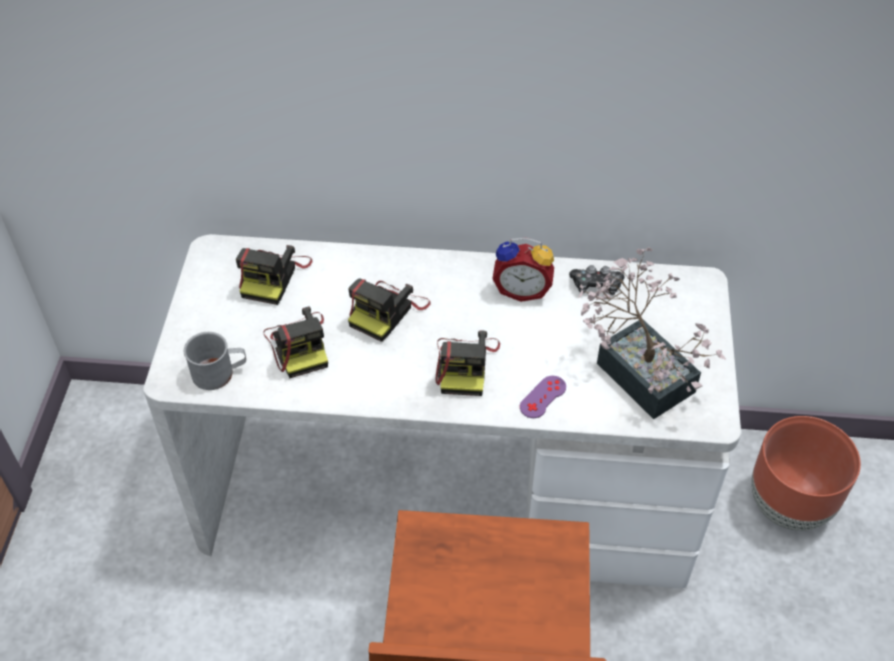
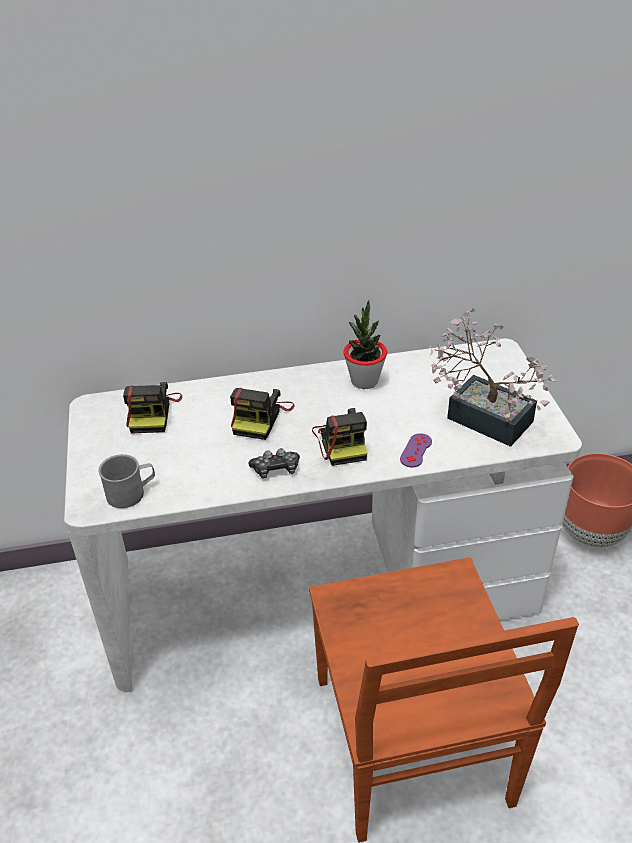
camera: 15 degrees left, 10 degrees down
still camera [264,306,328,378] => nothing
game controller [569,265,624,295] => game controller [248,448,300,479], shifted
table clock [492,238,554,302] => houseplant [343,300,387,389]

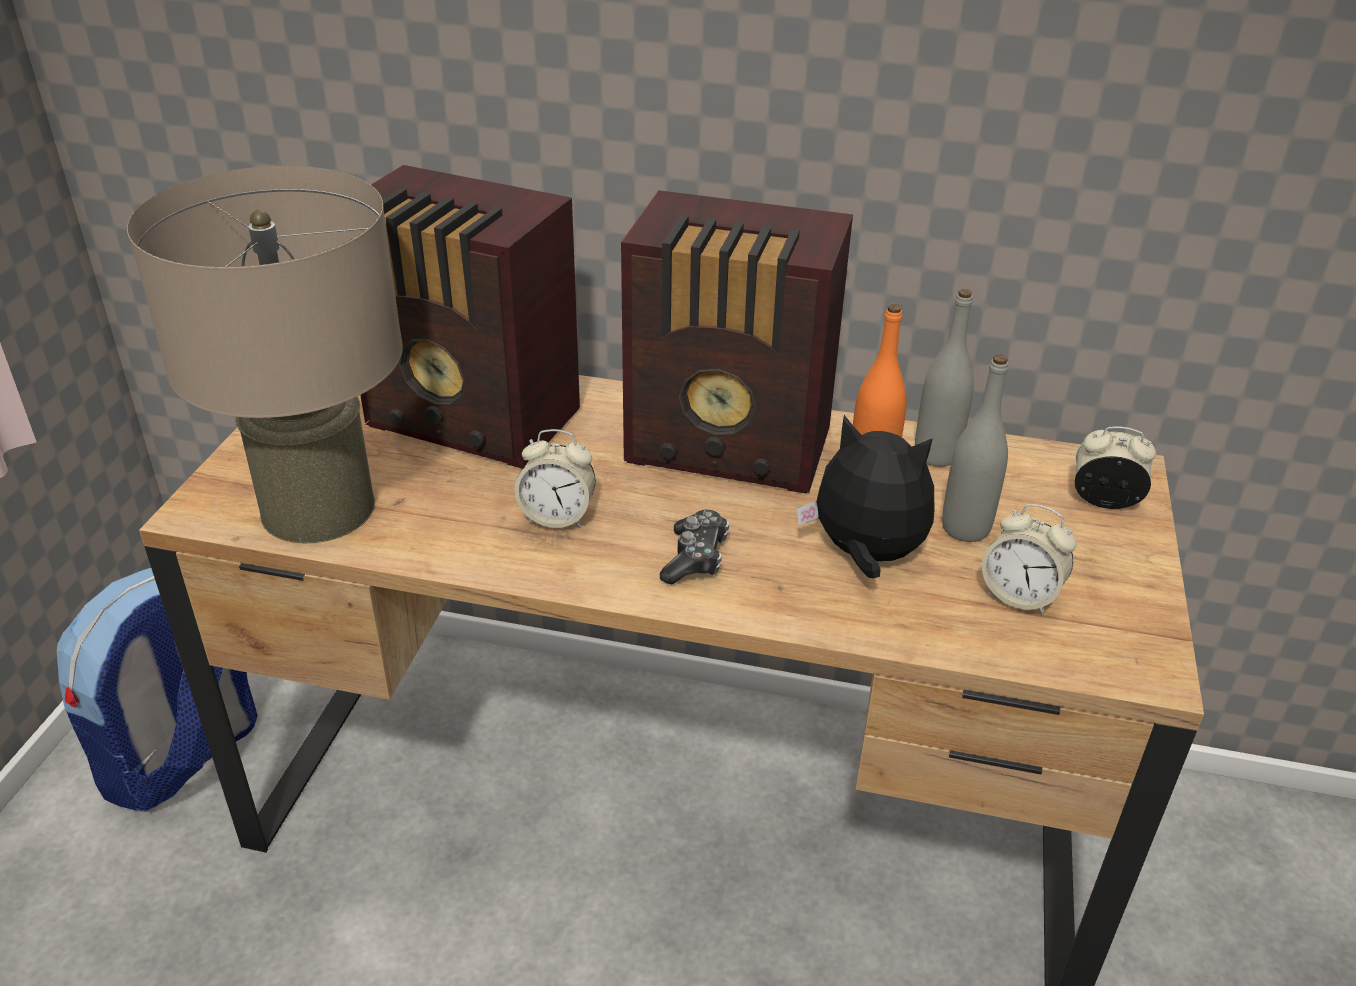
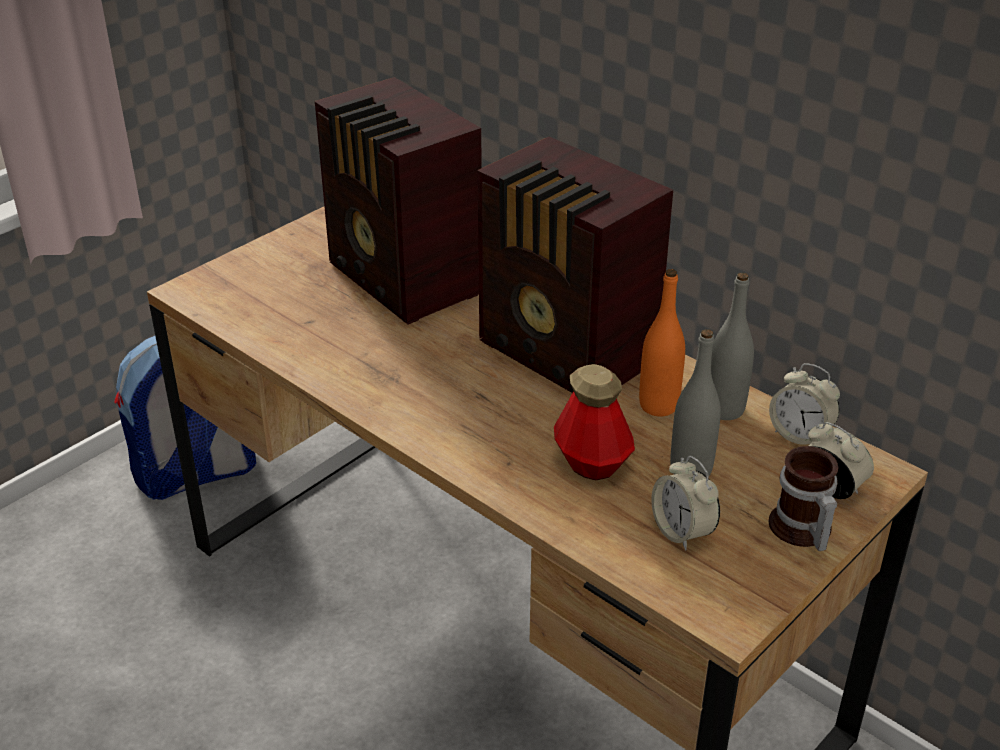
camera: 30 degrees right, 0 degrees up
table lamp in sand-coloured [127,166,403,543] => nothing
game controller [660,510,729,585] => nothing
nothing => coffee mug [768,446,839,551]
table clock [514,429,596,528] => table clock [769,363,840,445], shifted
plush toy [797,415,934,578] => beverage bottle [554,364,635,480]

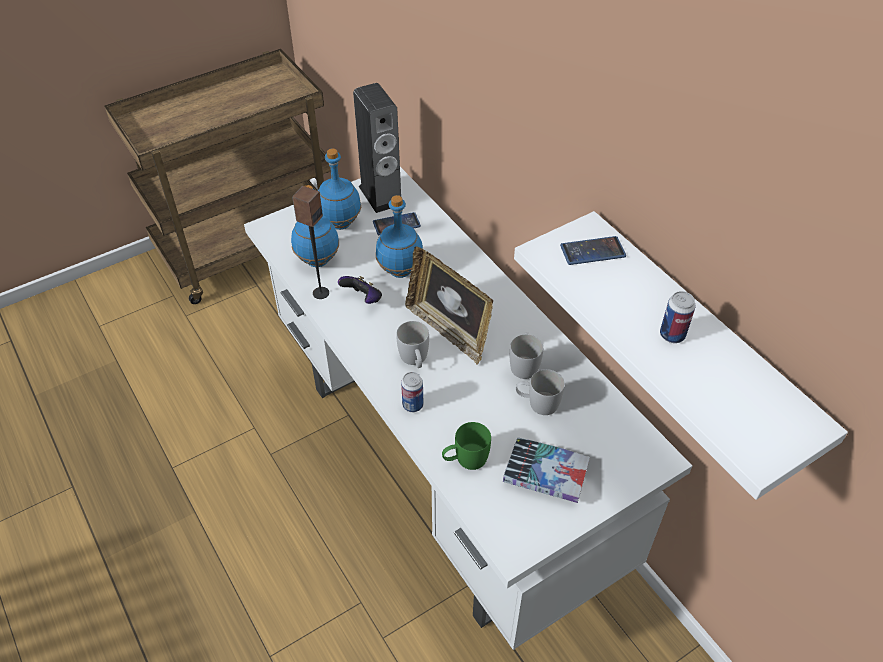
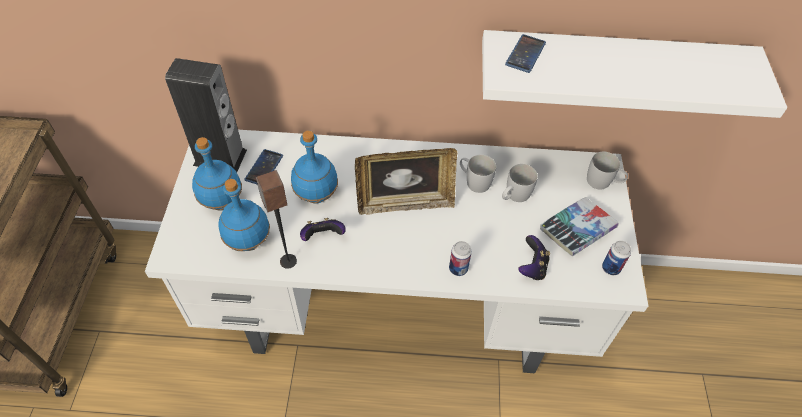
camera: 55 degrees left, 5 degrees up
coffee mug in white-coloured [396,321,429,368] => coffee mug in white-coloured [587,151,628,189], shifted
metal can [660,291,695,343] => metal can [602,241,631,276], shifted
coffee mug in green-coloured [442,422,491,470] => game controller [518,235,550,280]

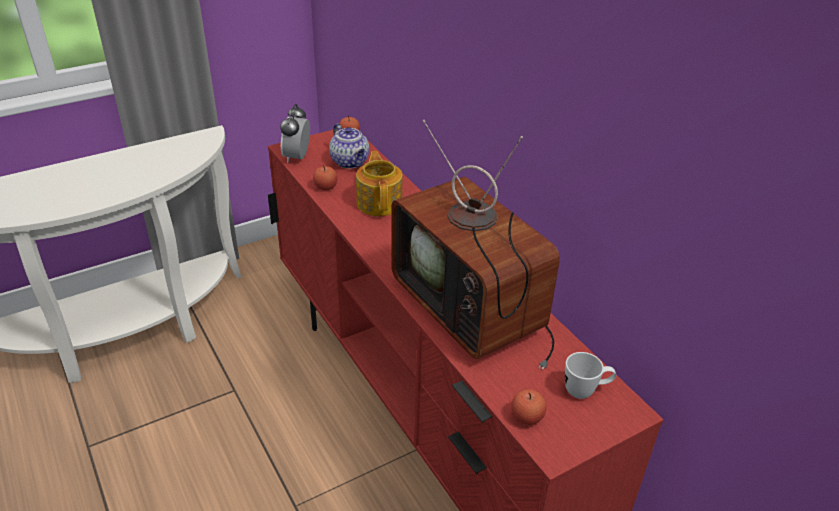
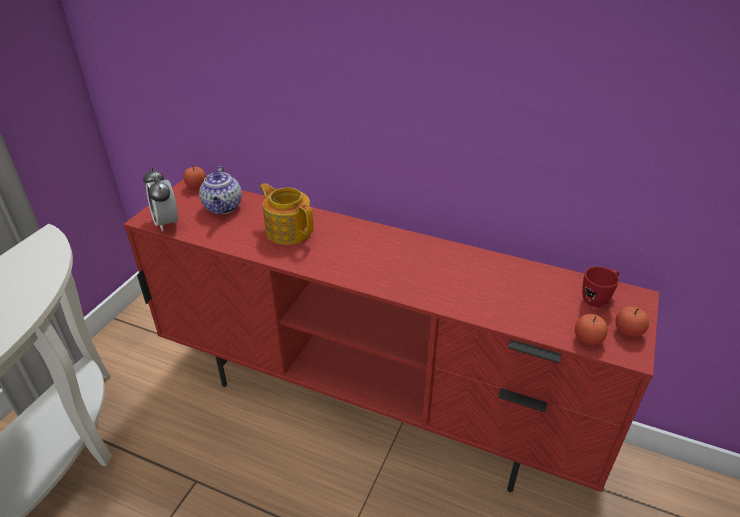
camera: 35 degrees left, 0 degrees up
television [391,120,560,370] => nothing
apple fruit [313,165,338,190] => apple fruit [615,306,649,338], shifted
coffee mug in white-coloured [565,352,616,399] => coffee mug in reddish [582,266,619,307]
tea pot [329,123,369,169] => tea pot [199,166,242,214], 60 degrees clockwise

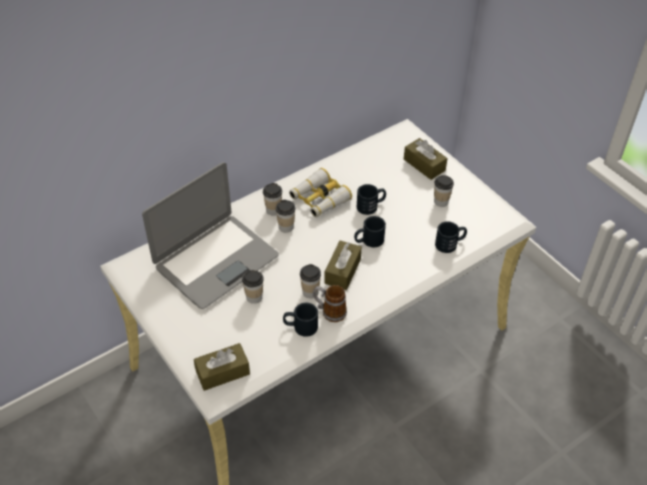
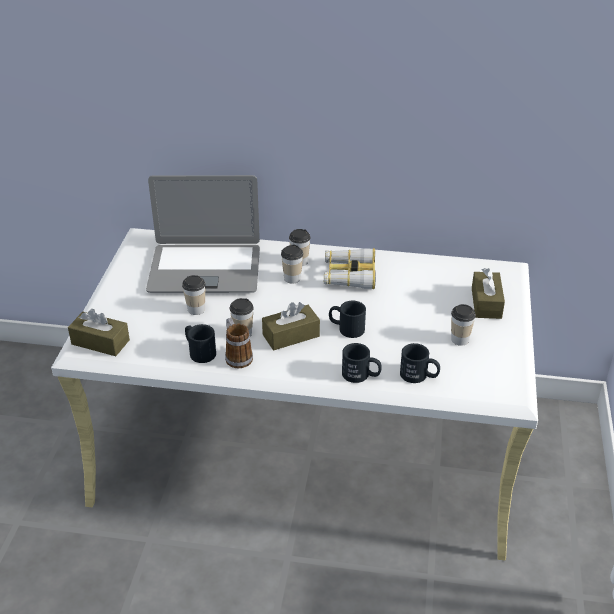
camera: 45 degrees right, 10 degrees down
coffee mug in blackish [357,184,386,215] => coffee mug in blackish [342,343,382,383], shifted

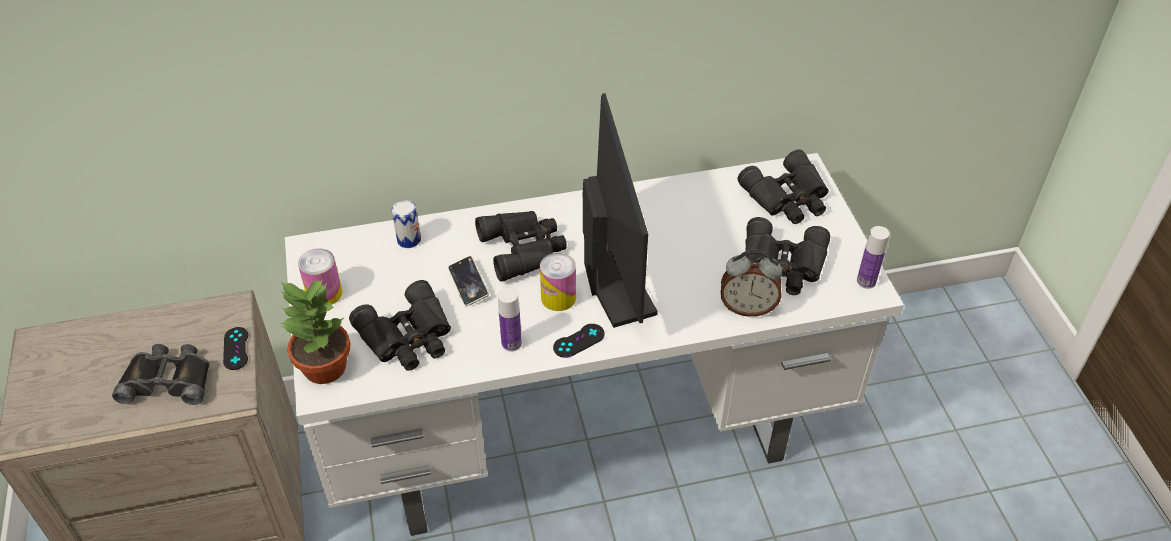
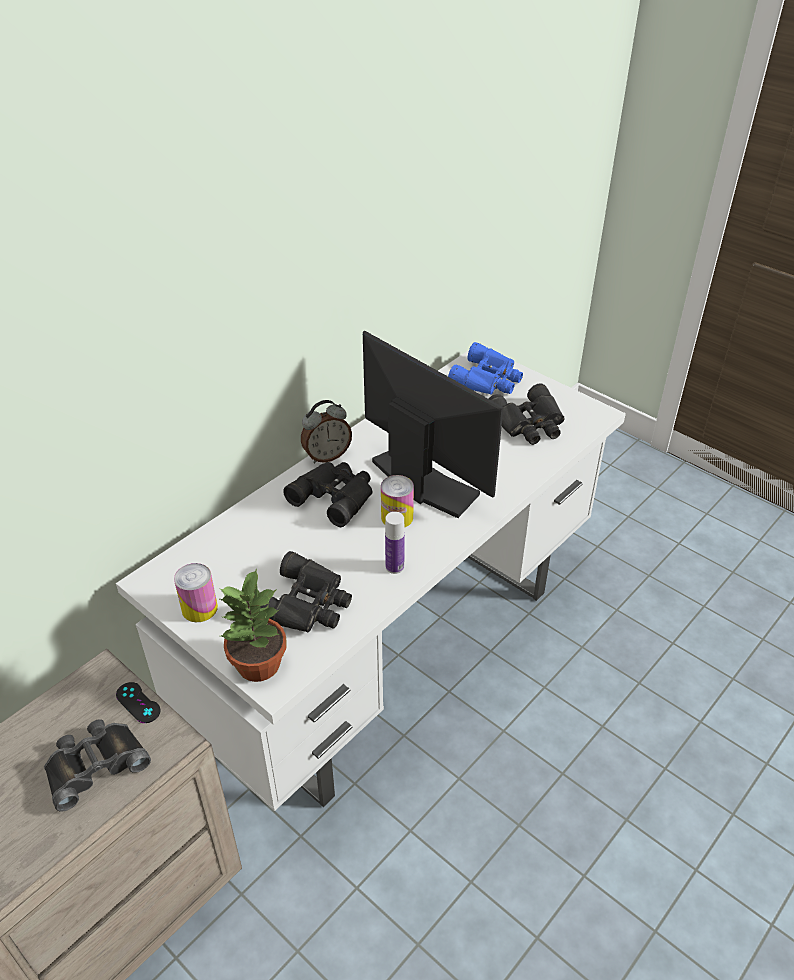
camera: 35 degrees left, 5 degrees down
metal can [392,200,421,248] => nothing
handset [448,256,489,307] => nothing
game controller in blackish [553,324,605,358] => nothing
beverage bottle [857,226,890,289] => nothing
table clock [721,250,782,317] => table clock [301,400,352,463], shifted
pair of binoculars in blackish [738,150,829,224] => pair of binoculars in bluish [448,342,523,394]

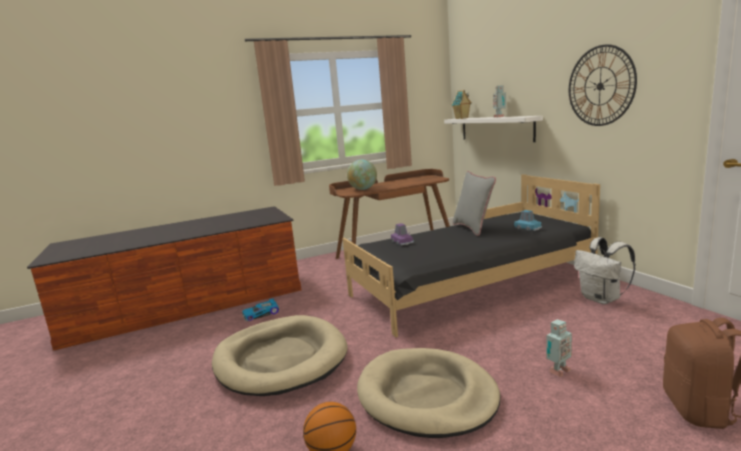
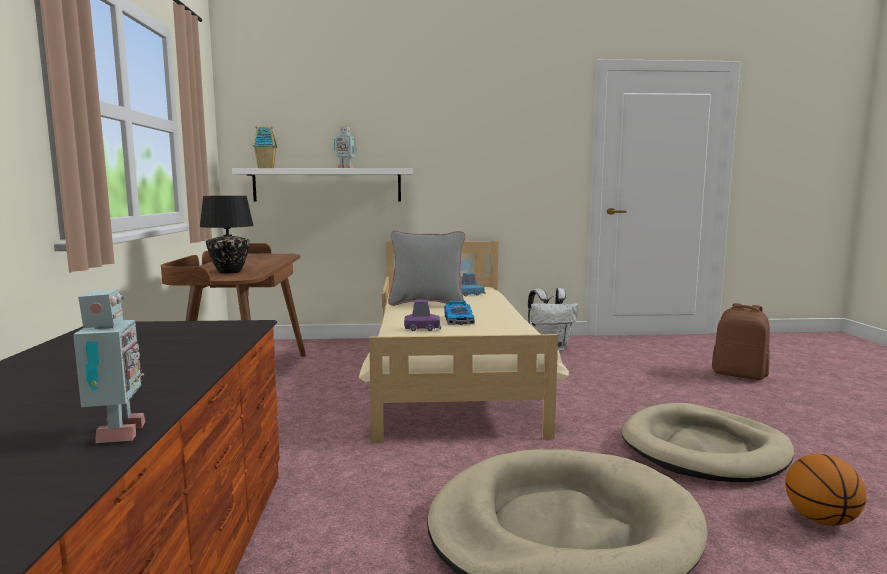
camera: 70 degrees left, 5 degrees down
wall clock [569,44,637,126] => nothing
miniature car [242,299,279,321] => miniature car [445,300,475,325], shifted
model robot [546,319,572,377] => model robot [73,289,145,443], shifted
globe [347,160,377,190] => table lamp in blackish [199,196,254,274]
sleeping bed in blackish [343,174,600,337] => sleeping bed in sand-coloured [359,241,569,443]

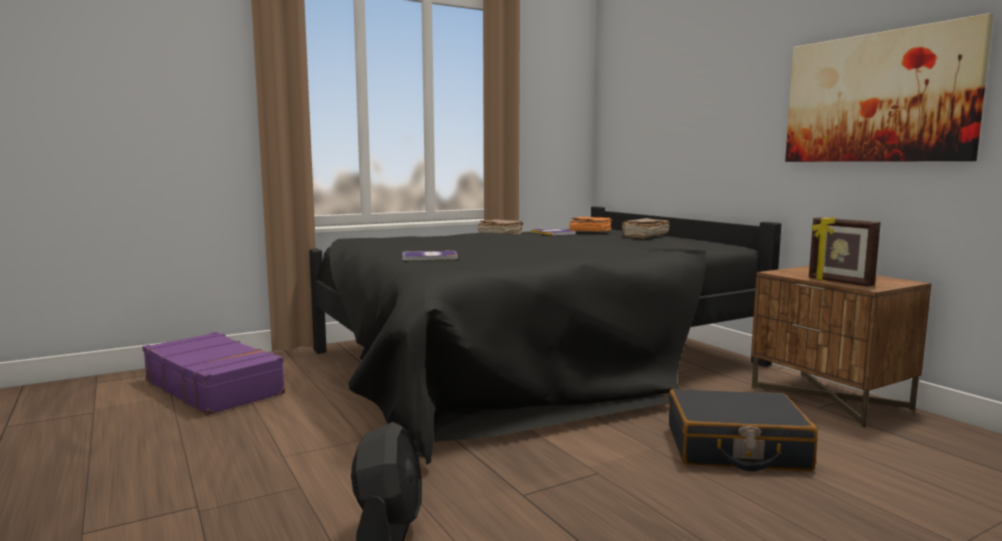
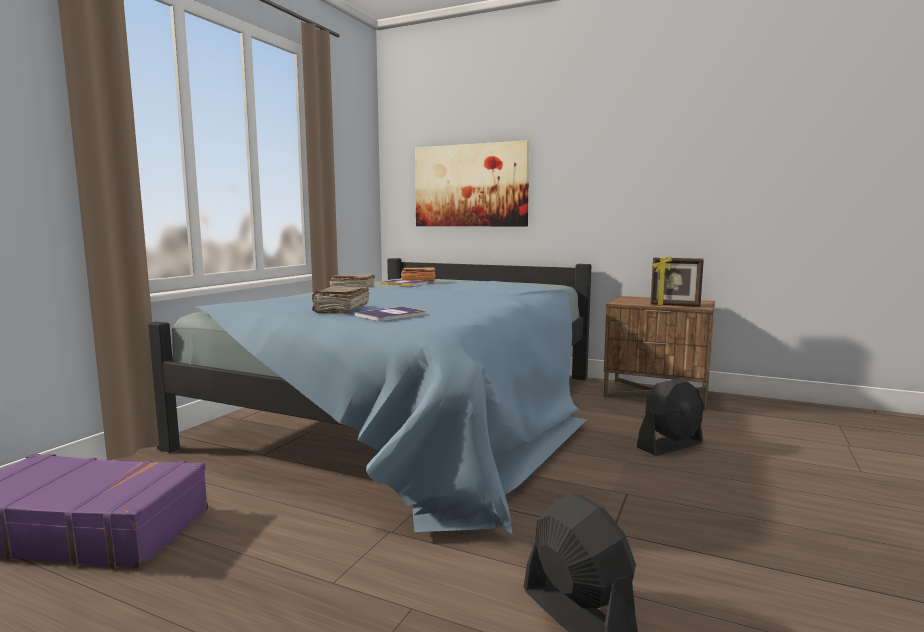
camera: 35 degrees left, 0 degrees up
volume in brown-coloured [622,218,670,238] => volume in brown-coloured [312,285,370,314], shifted
wall picture [785,13,994,162] => wall picture [415,140,529,226], shifted
piece of luggage in blackish [669,389,818,471] => cooling fan in blackish [637,378,704,456]
sleeping bed in blackish [309,206,781,465] => sleeping bed in bluish [148,258,591,534]

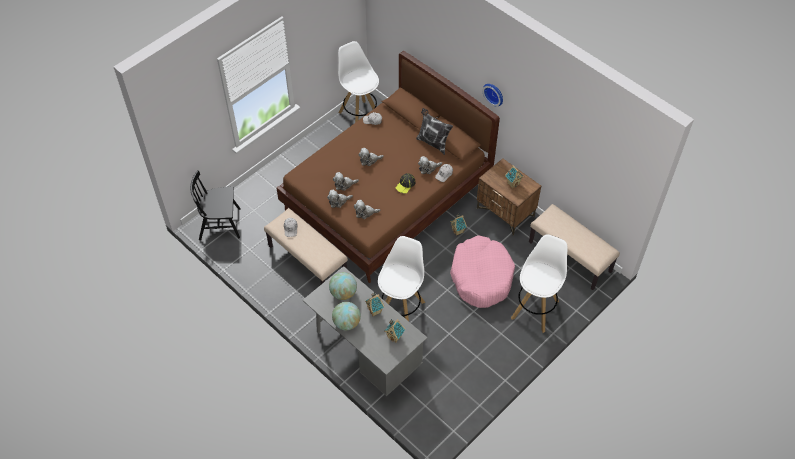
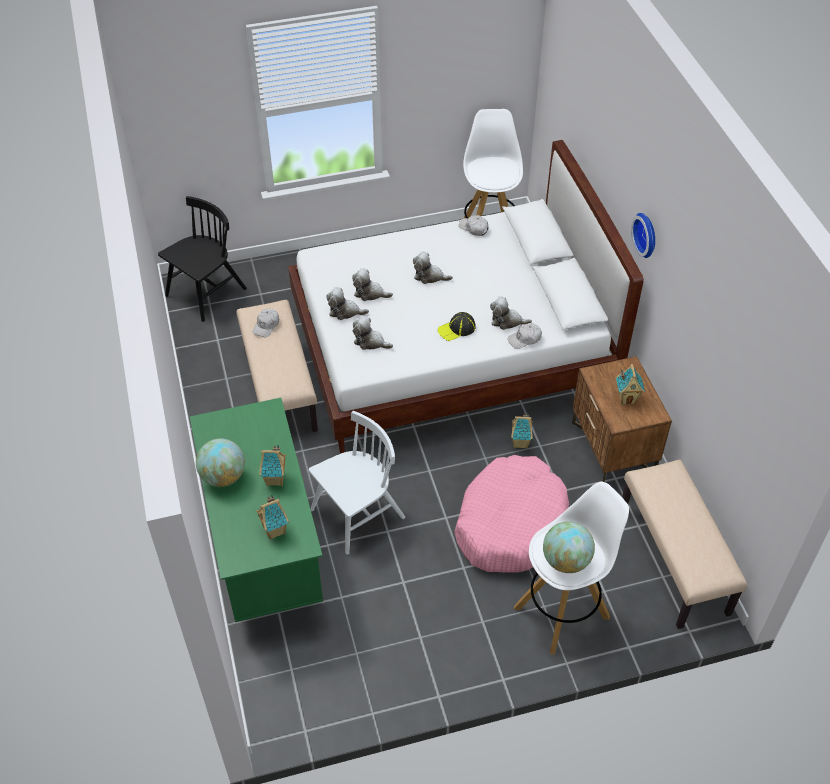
camera: 30 degrees right, 5 degrees down
cushion [416,108,453,155] => nothing
globe [329,272,357,300] => globe [543,521,595,573], shifted
stool in white-coloured [378,236,425,321] => plain chair in white-coloured [309,411,405,555]
sleeping bed in brown-coloured [276,51,500,283] => sleeping bed in white-coloured [288,140,644,454]
desk unit in gray [302,266,428,397] => desk unit in green-coloured [190,398,323,622]
plain chair in blackish [190,170,241,240] => plain chair in blackish [158,196,247,322], 105 degrees clockwise

